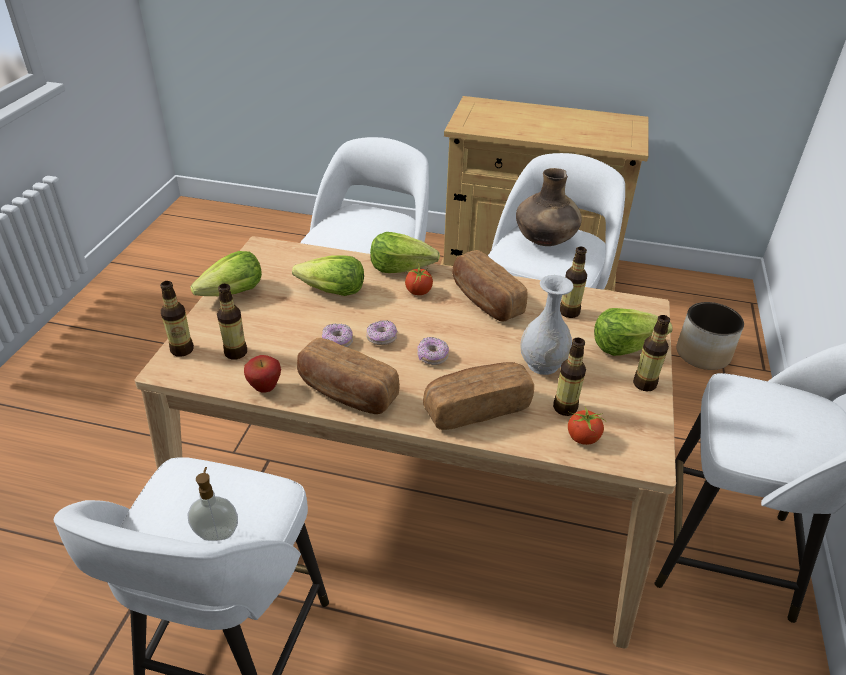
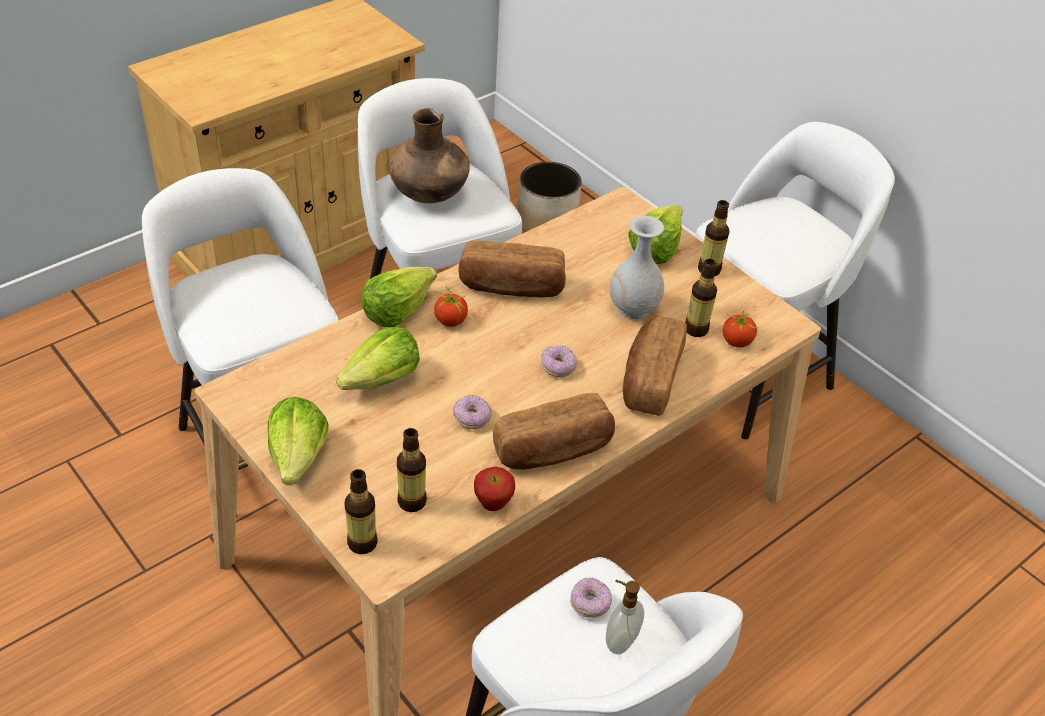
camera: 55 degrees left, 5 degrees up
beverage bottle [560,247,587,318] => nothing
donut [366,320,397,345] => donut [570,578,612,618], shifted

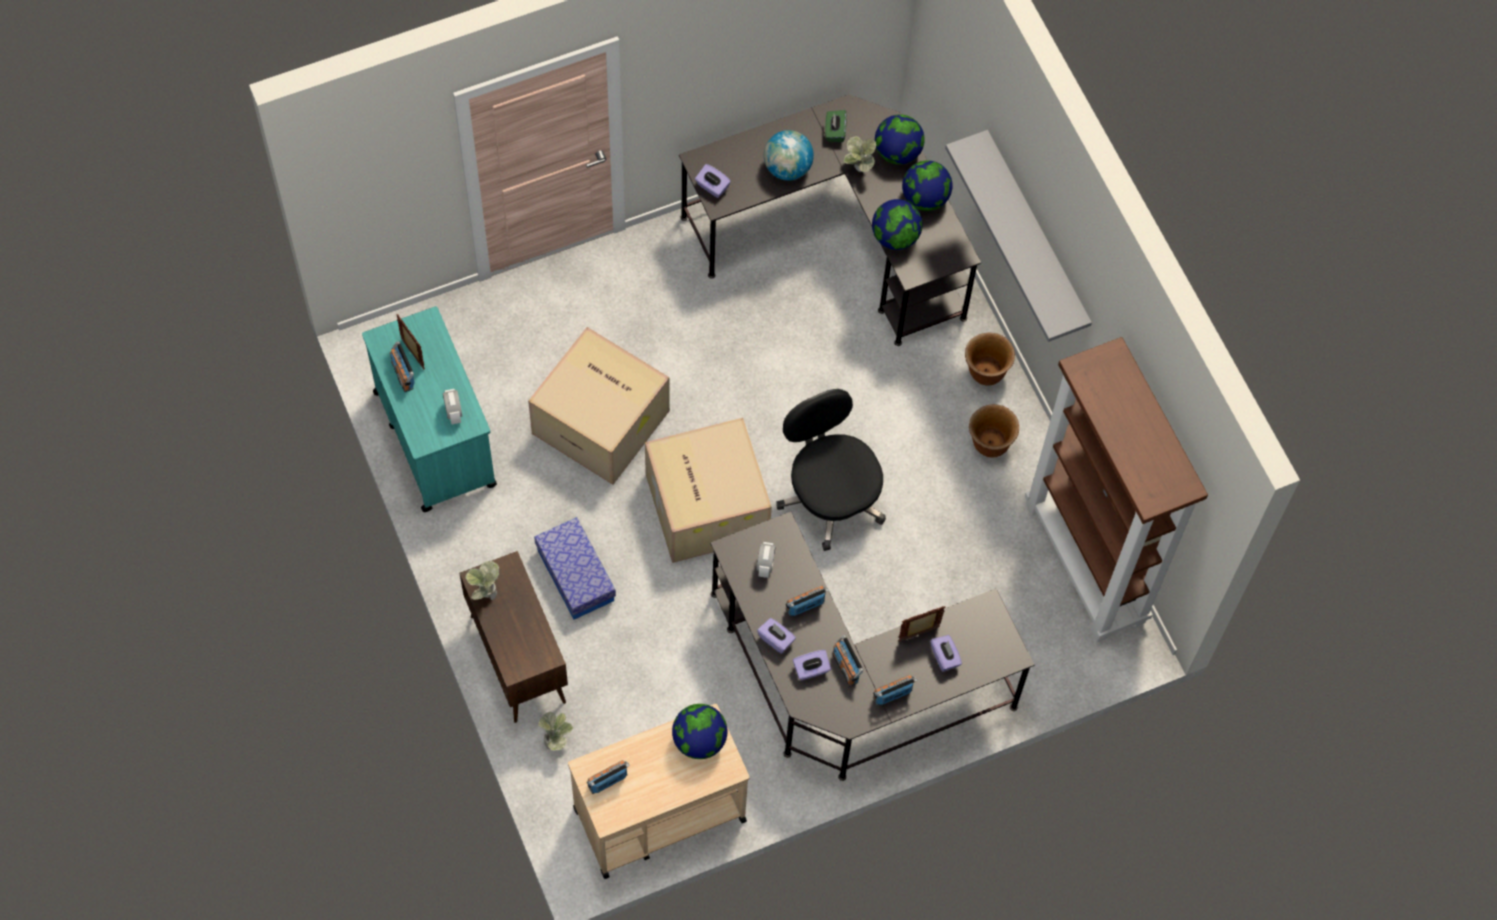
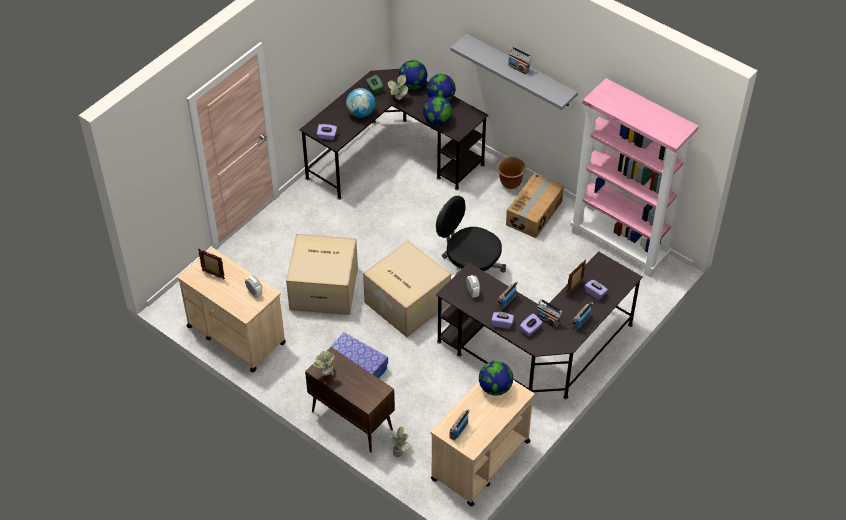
camera: 25 degrees left, 15 degrees down
radio set [390,342,415,392] => radio set [508,47,532,74], shifted
planter in brown-coloured [969,404,1019,458] => packing box [506,173,564,238]
trolley in turquoise [362,306,497,512] => trolley in sand-coloured [178,248,286,372]
bookcase in brown-coloured [1025,337,1208,642] => bookcase in pink-coloured [570,78,699,277]

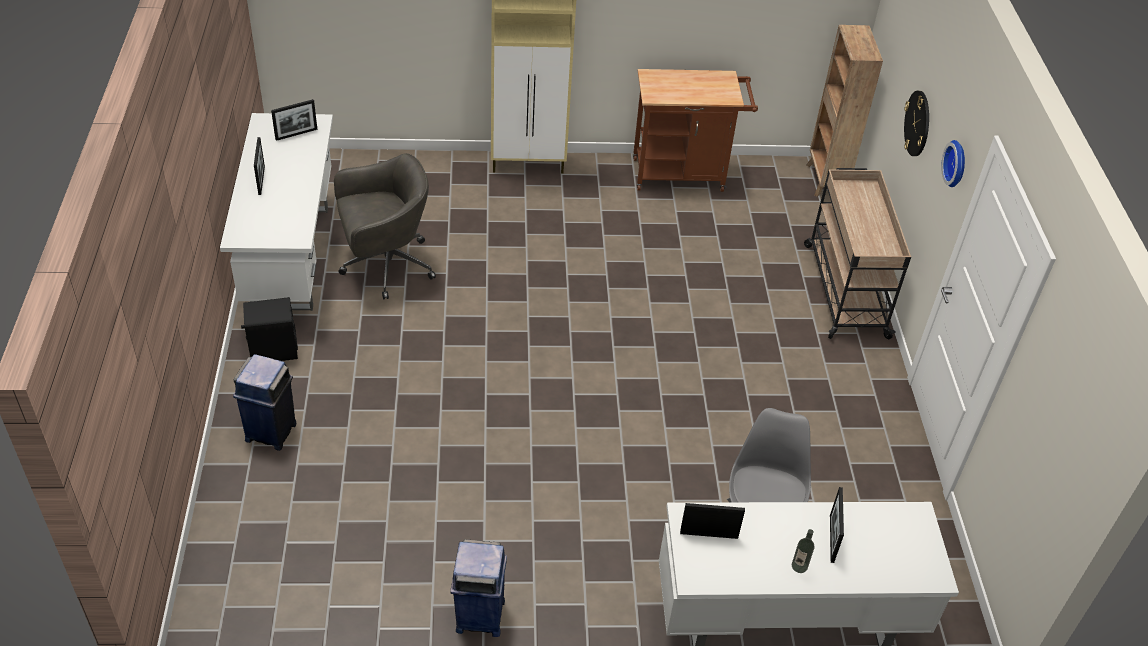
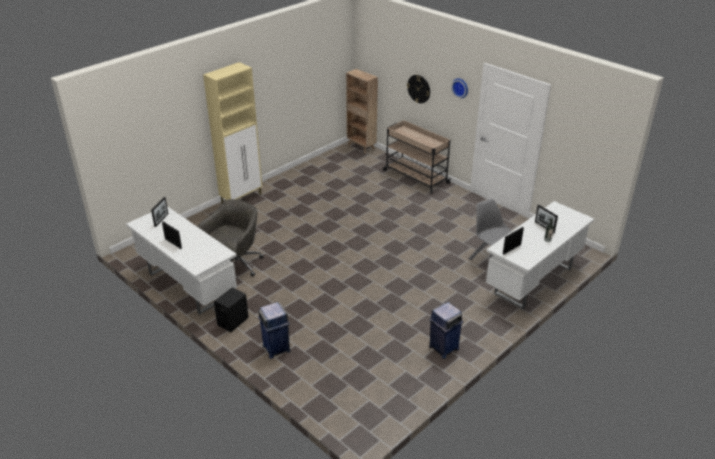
camera: 40 degrees left, 10 degrees down
trolley in brown-coloured [633,69,758,192] => nothing

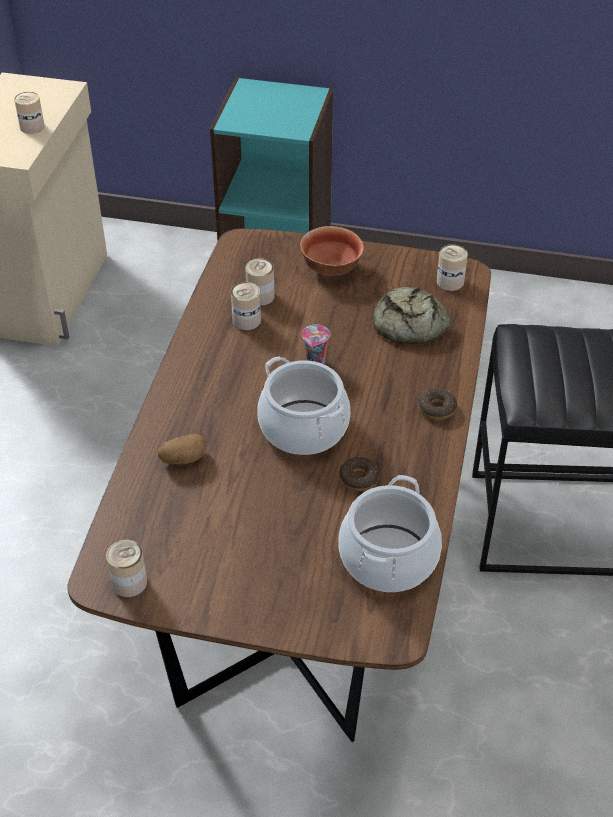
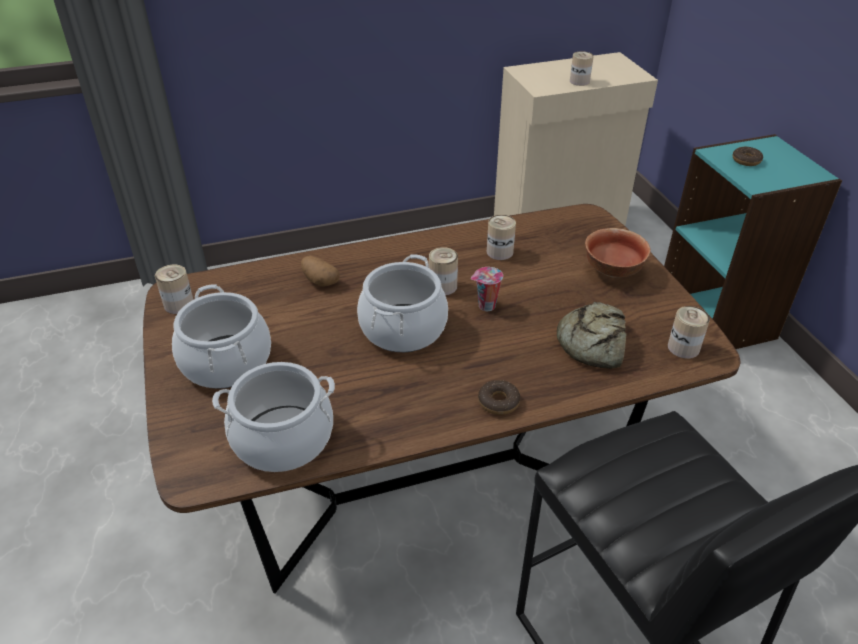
camera: 60 degrees right, 5 degrees down
nothing => stockpot [172,285,271,389]
metal can [245,259,275,306] => metal can [429,247,458,295], shifted
donut [339,457,380,491] => donut [733,147,763,166], shifted

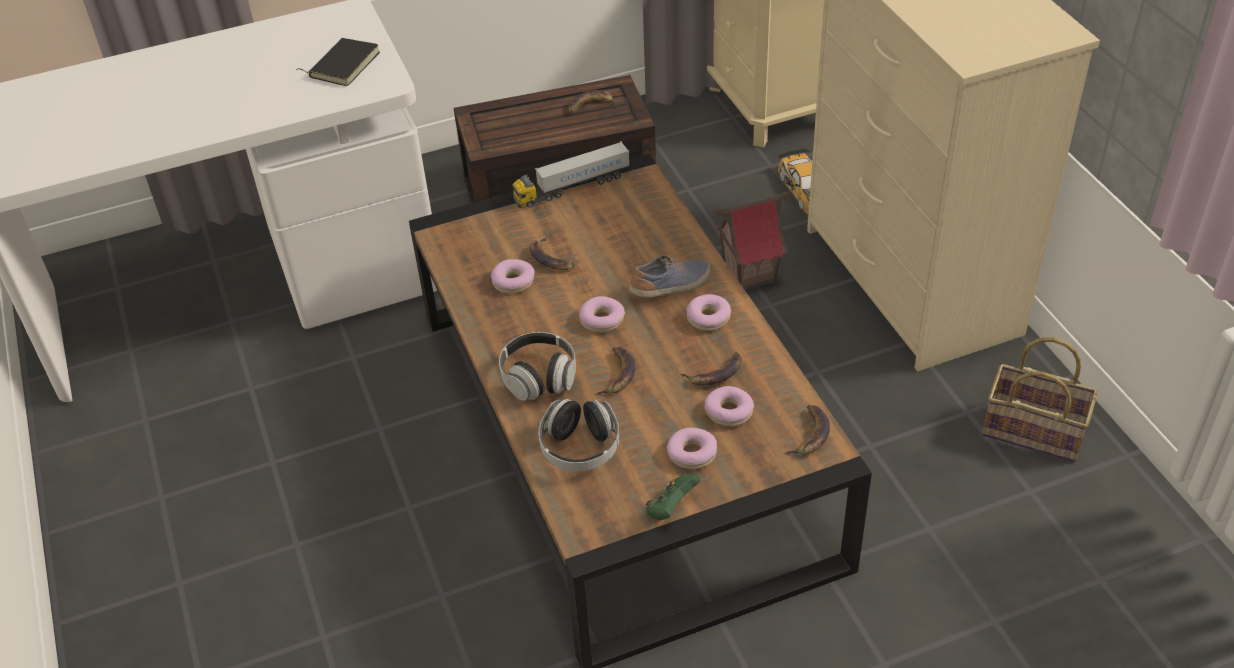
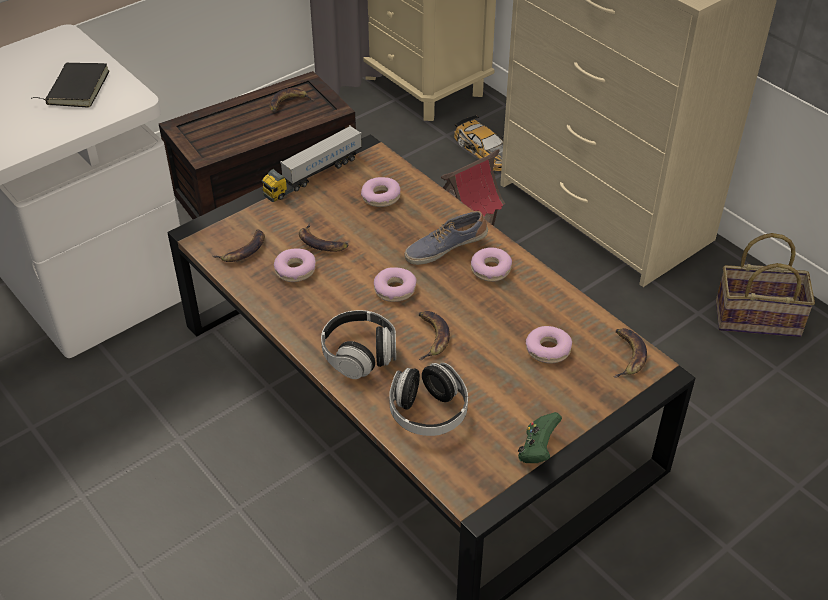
camera: 20 degrees left, 0 degrees up
donut [667,428,717,469] => donut [361,177,400,207], shifted
banana [680,352,742,385] => banana [212,229,265,262], shifted
low shoe [630,255,711,298] => low shoe [404,211,488,265], 150 degrees counterclockwise

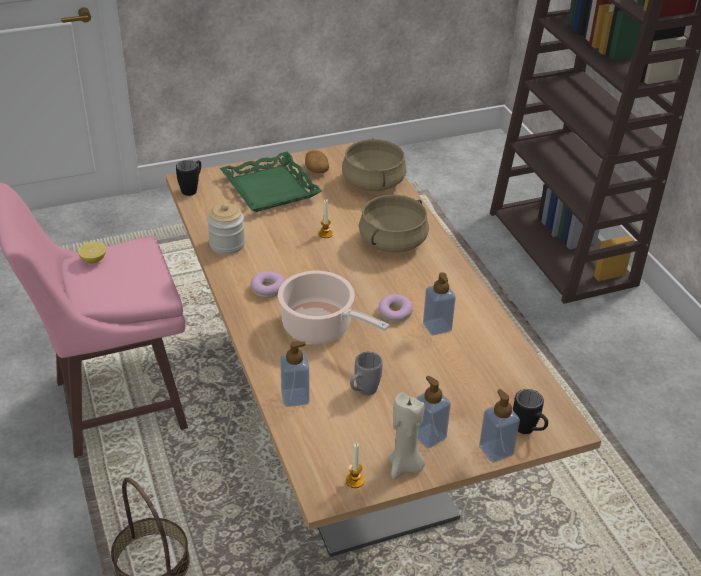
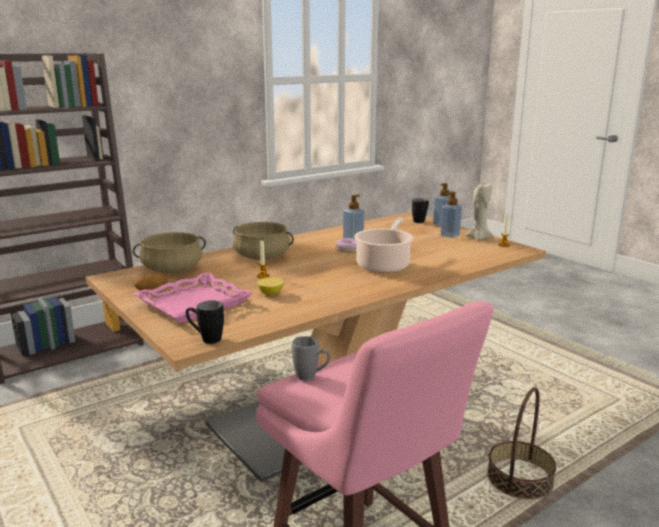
camera: 105 degrees left, 20 degrees down
storage jar [207,203,245,254] => nothing
donut [251,271,285,298] => nothing
soap dispenser [280,341,309,407] => nothing
citrus fruit [78,242,106,264] => citrus fruit [257,277,284,295], shifted
coffee mug in gray [350,352,383,396] => coffee mug in gray [292,336,330,380], shifted
serving tray in green-coloured [220,152,322,212] => serving tray in pink-coloured [133,272,253,323]

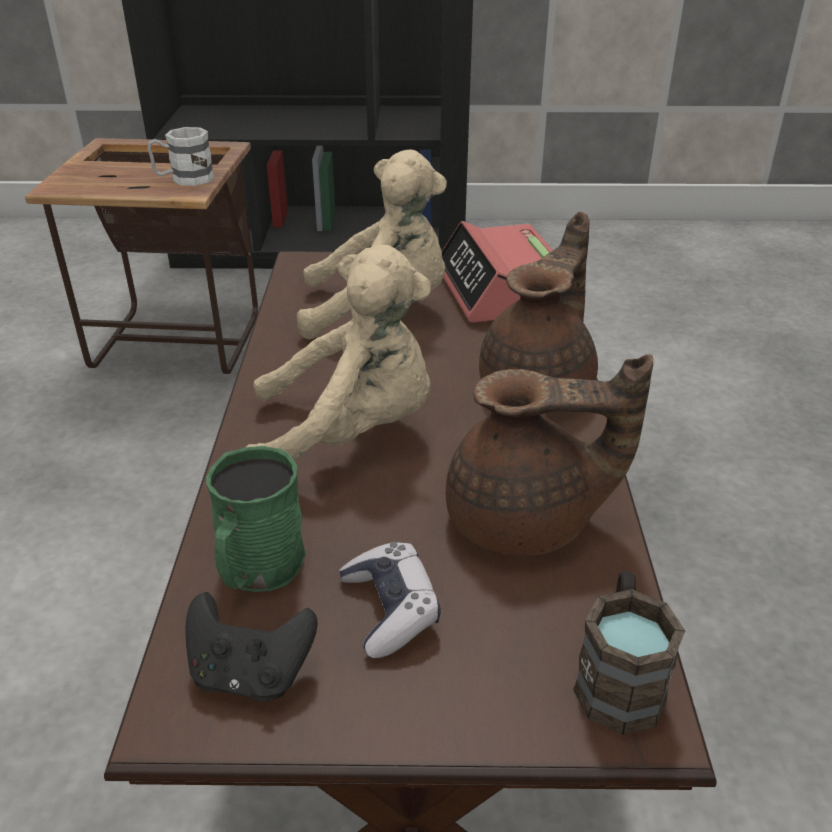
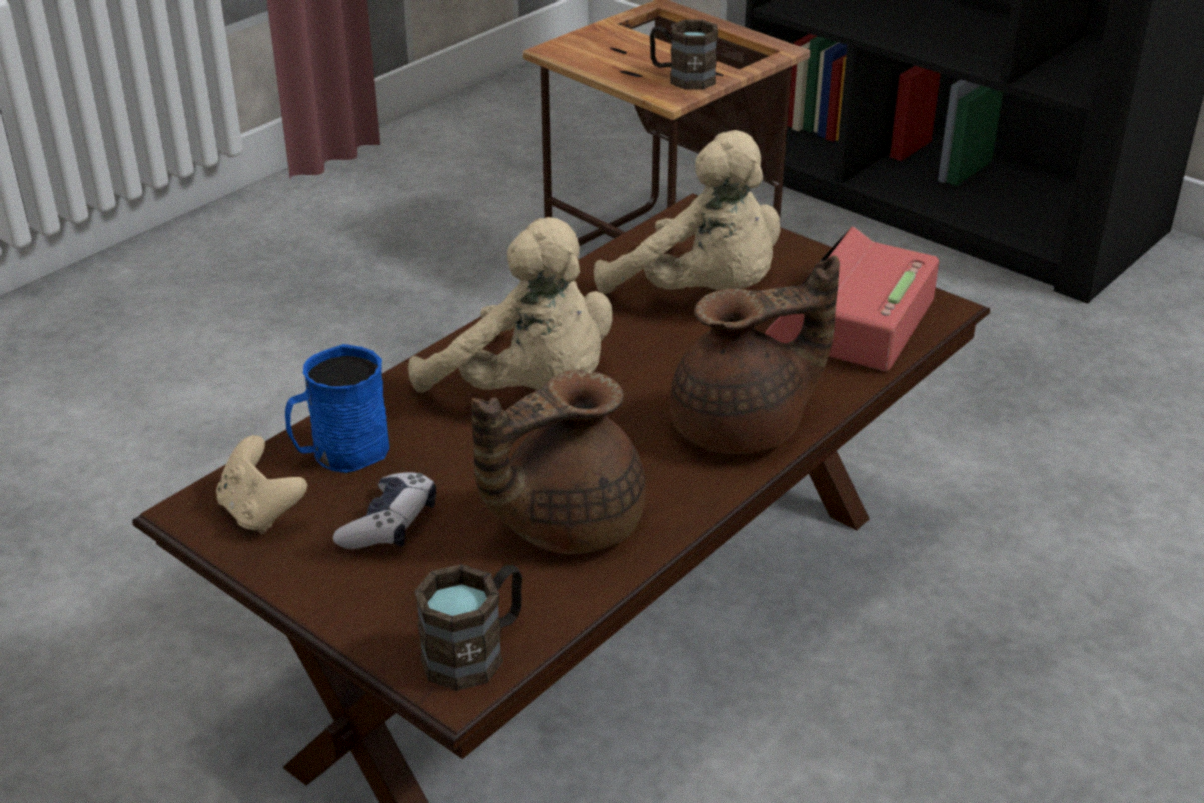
camera: 40 degrees right, 0 degrees up
coffee mug in white-coloured [148,127,214,186] => coffee mug in brown-coloured [650,20,718,90]
game controller in blackish [185,592,317,701] => game controller in sand-coloured [216,435,307,534]
coffee mug in green-coloured [206,446,306,592] => coffee mug in bluish [285,344,389,473]
tea pot in brown-coloured [446,354,653,555] => tea pot in brown-coloured [471,370,646,554], 105 degrees clockwise

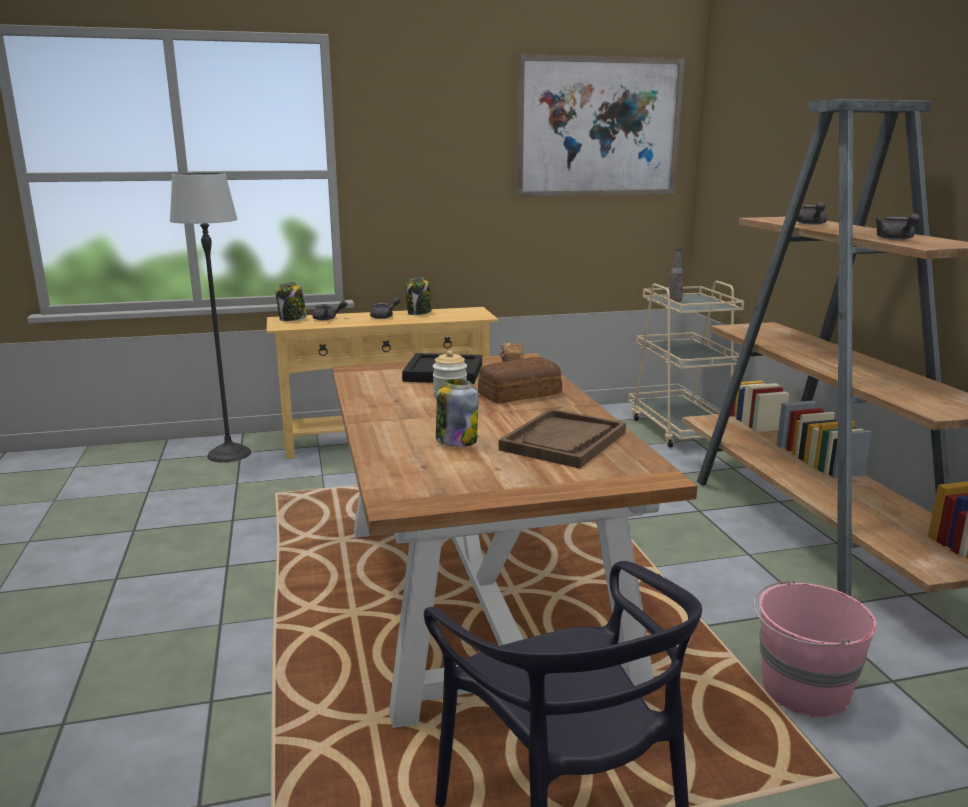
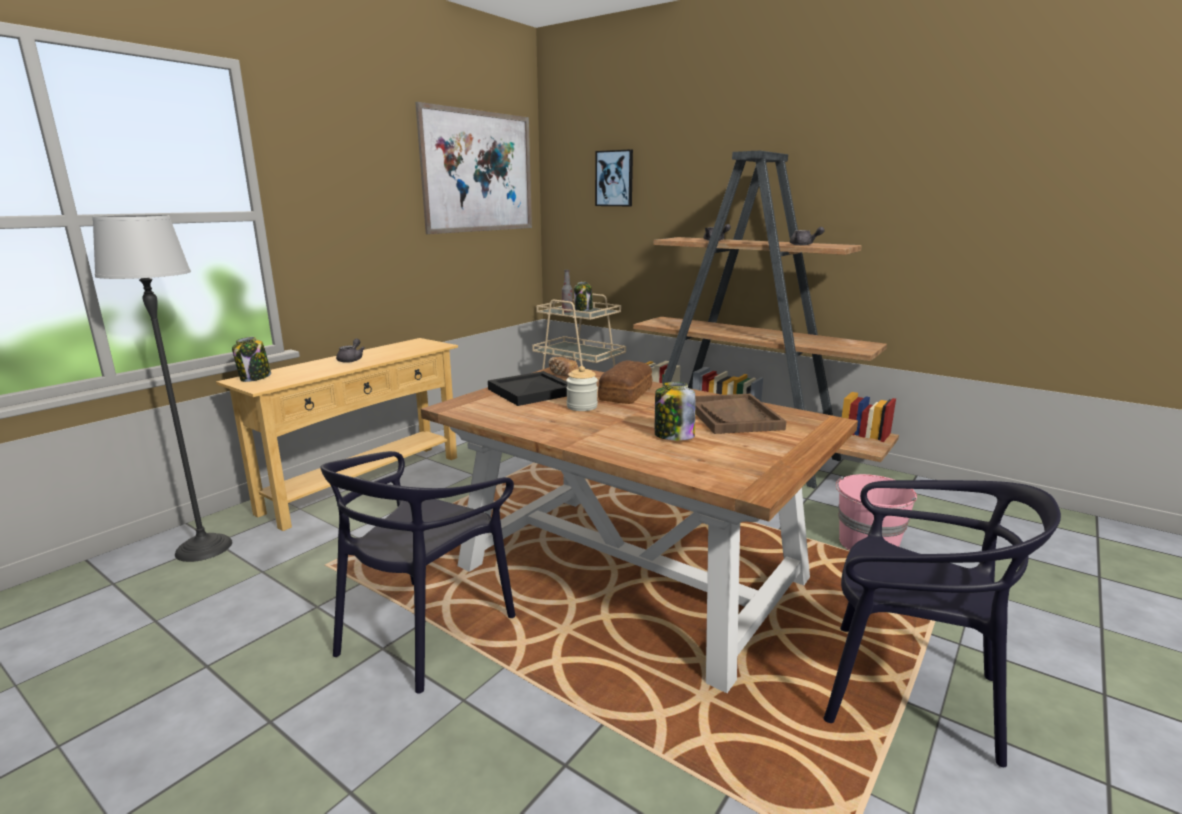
camera: 40 degrees left, 0 degrees up
tea pot in gray [313,300,347,320] => nothing
nothing => plain chair in blackish [320,451,516,694]
nothing => wall picture [595,149,633,206]
storage jar [405,277,432,315] => storage jar [574,282,593,311], shifted

